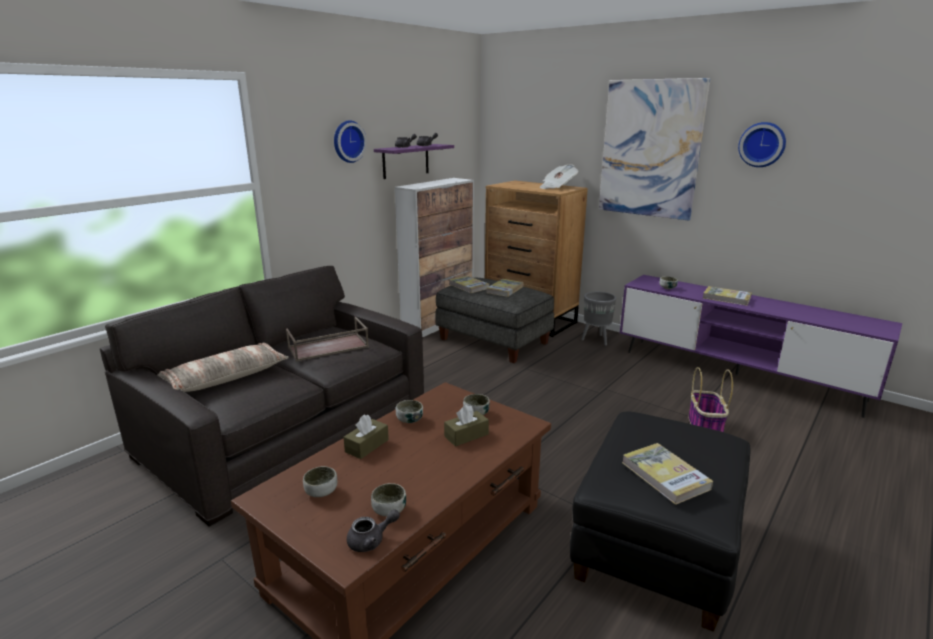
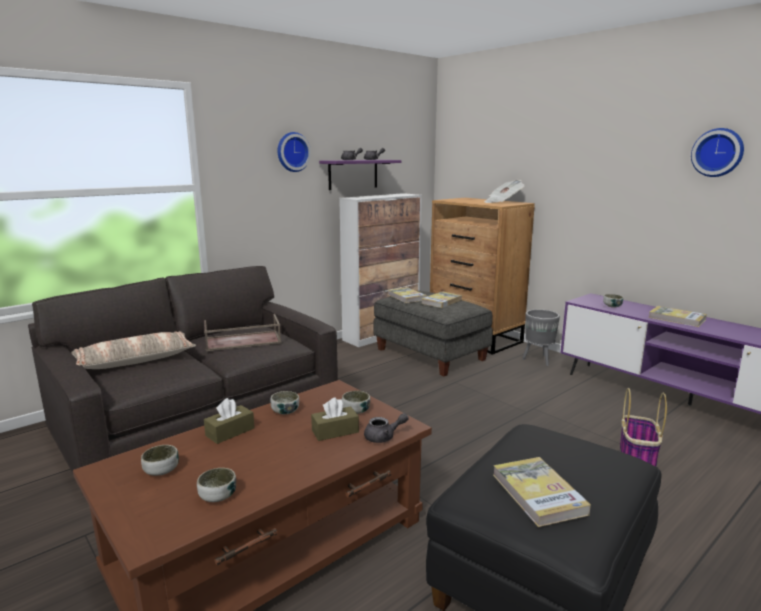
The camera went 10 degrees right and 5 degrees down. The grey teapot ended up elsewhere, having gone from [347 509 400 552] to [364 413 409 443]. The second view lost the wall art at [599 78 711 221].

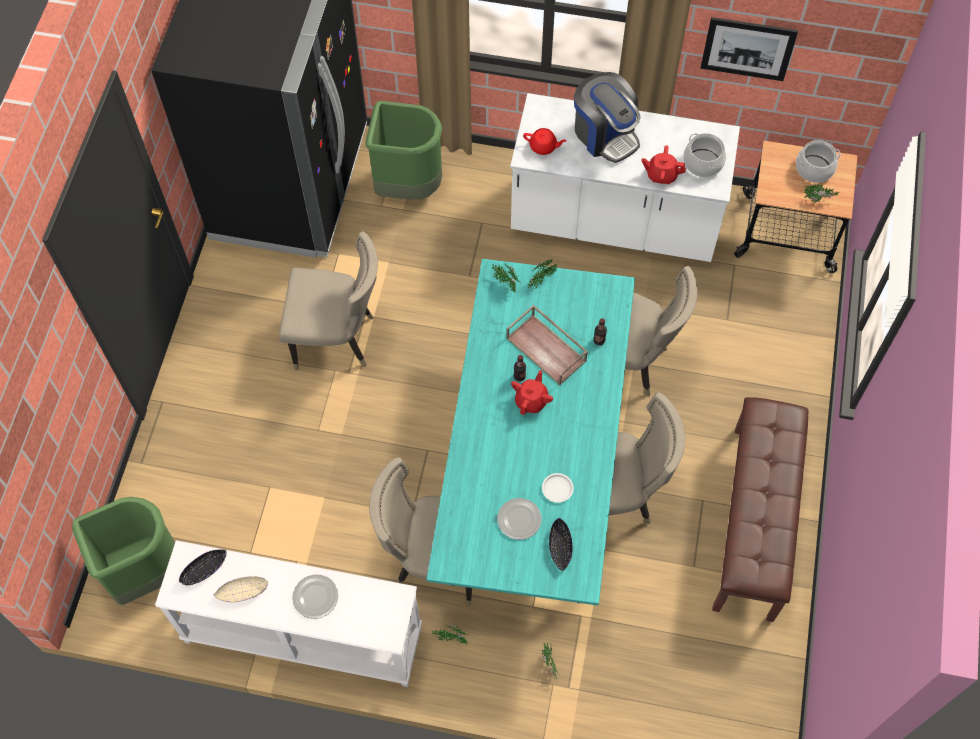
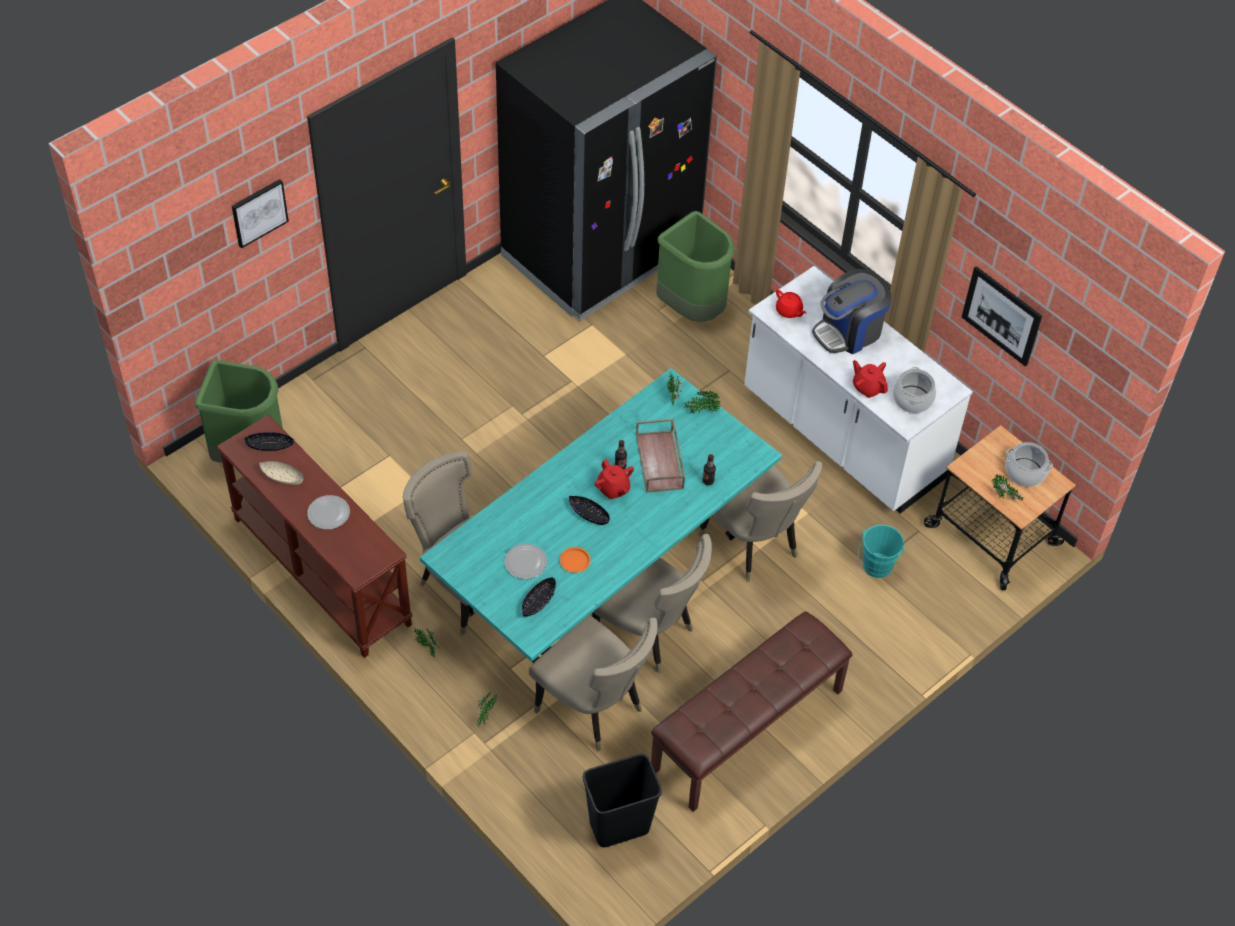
The camera went 35 degrees right and 10 degrees down. What was the whitish narrow table at [155 540 422 687] turned into the brown-coloured narrow table at [217 415 413 658]. The sand-coloured upright chair ended up elsewhere, having gone from [279 231 378 371] to [529 615 658 751]. The red teapot at [511 370 553 415] ended up facing another way, 90 degrees clockwise from before. What was the whitish plate at [542 473 574 503] turned into the orange-coloured plate at [560 547 591 573]. The coffee machine at [574 72 641 163] ended up facing another way, 60 degrees clockwise from before. The second view gained the wall art at [232 179 289 248]. The second view gained the black bowl at [569 496 610 525]. The second view gained the black waste bin at [583 754 662 847]. The second view gained the blue-green bucket at [858 525 906 578].

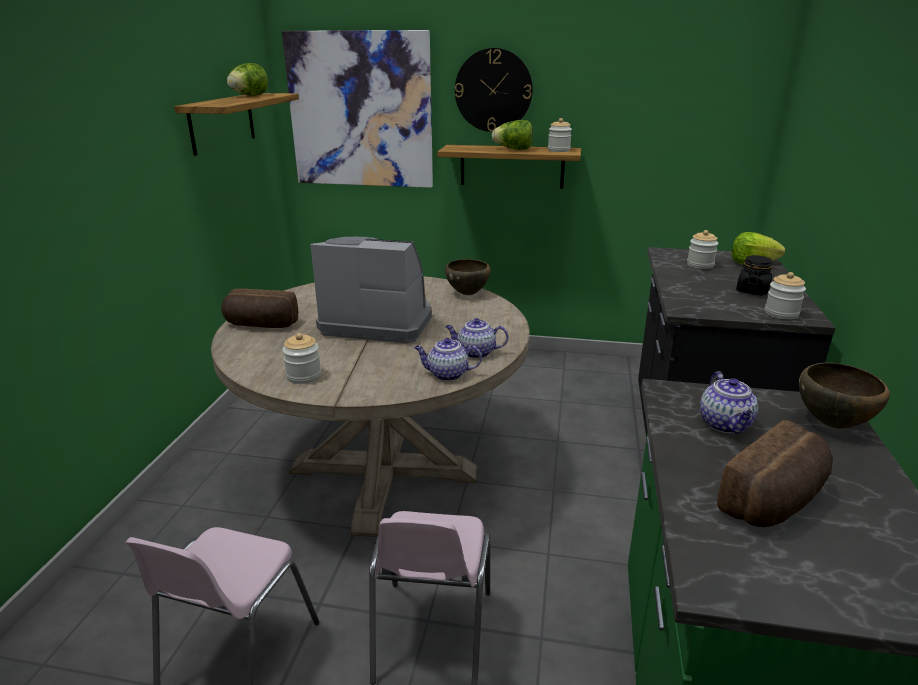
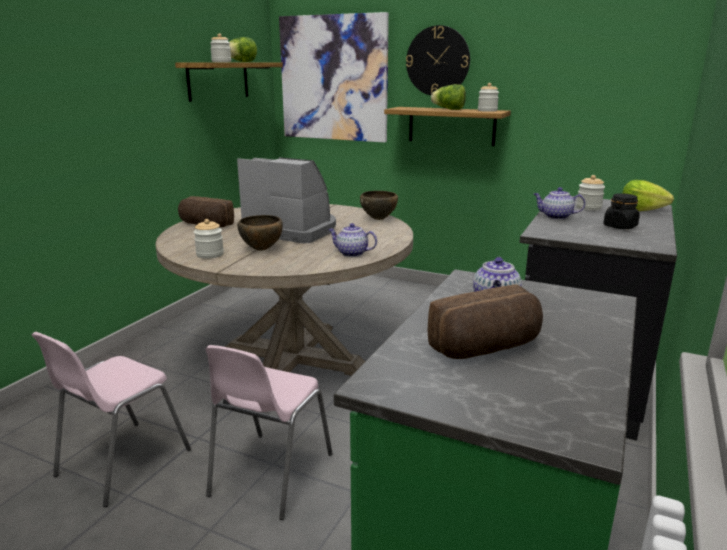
The camera went 15 degrees right and 5 degrees down. The teapot ended up elsewhere, having gone from [414 338 482 381] to [534 187 585 219]. The storage jar ended up elsewhere, having gone from [765 272 806 319] to [210 33 231 62]. The brown-coloured bowl ended up elsewhere, having gone from [799 362 890 429] to [237 215 283 251].

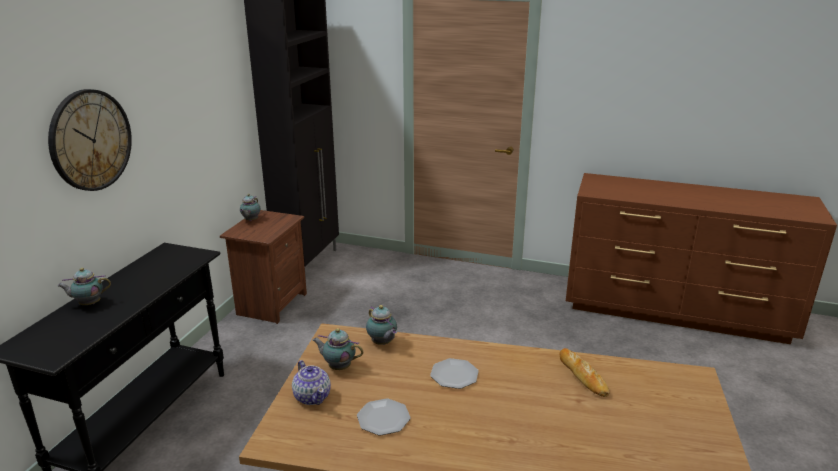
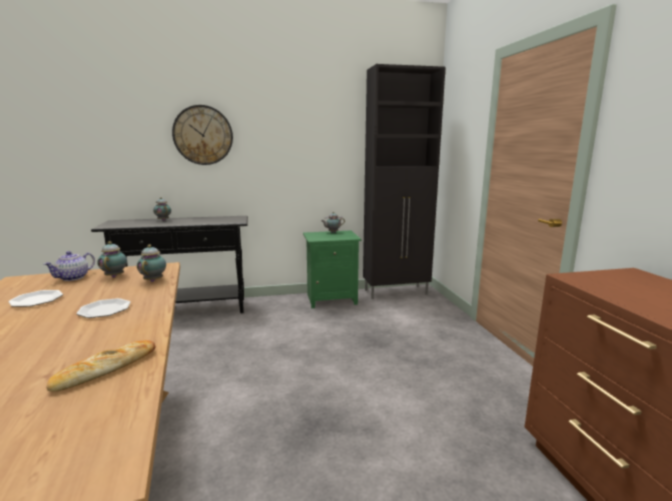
The camera went 60 degrees right and 10 degrees down. What was the brown-coloured bedside table at [220 210 307 324] turned into the green bedside table at [303 231 362 308]. The teapot at [366 305 397 345] ended up facing another way, 150 degrees clockwise from before.

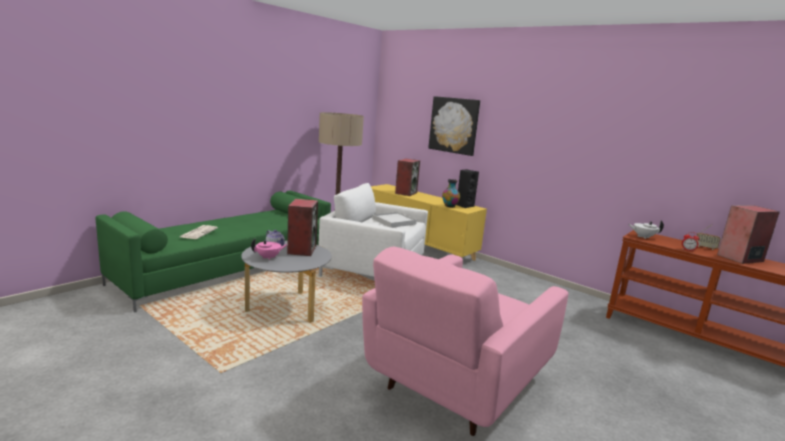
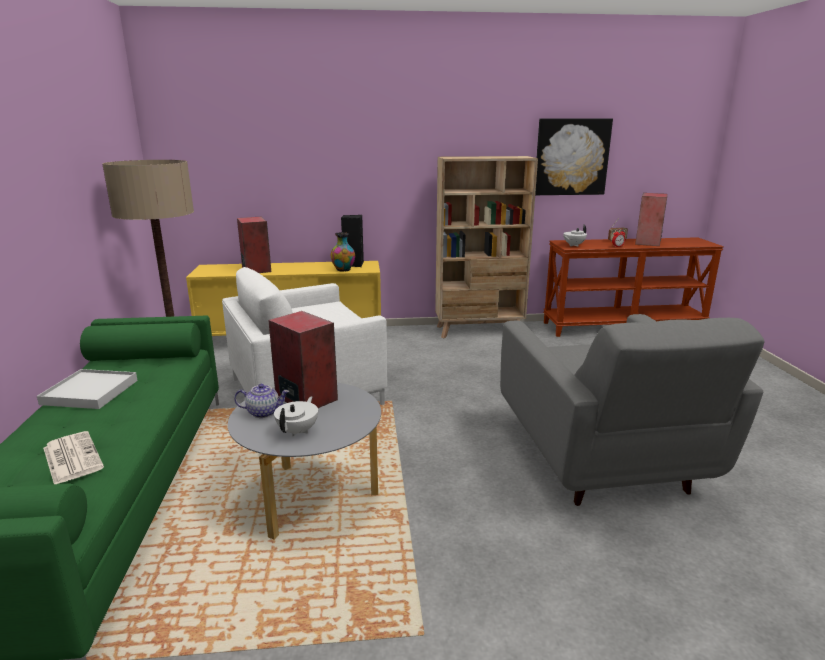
The camera went 45 degrees left and 5 degrees up. What was the pink teapot at [251 239 288 260] turned into the whitish teapot at [274 396 318 436]. What was the pink easy chair at [362 247 569 436] turned into the grey easy chair at [500 314 764 506]. The whitish tray ended up elsewhere, having gone from [373 212 417 228] to [37 369 138 409]. The wall art ended up elsewhere, having gone from [428 96 480 156] to [535 119 613 195]. The second view gained the sand-coloured bookshelf at [435 156 538 338].

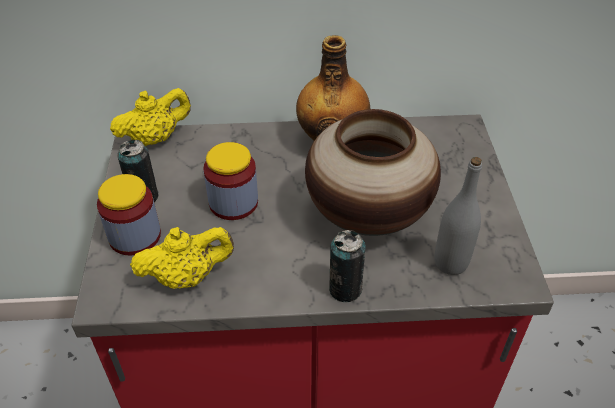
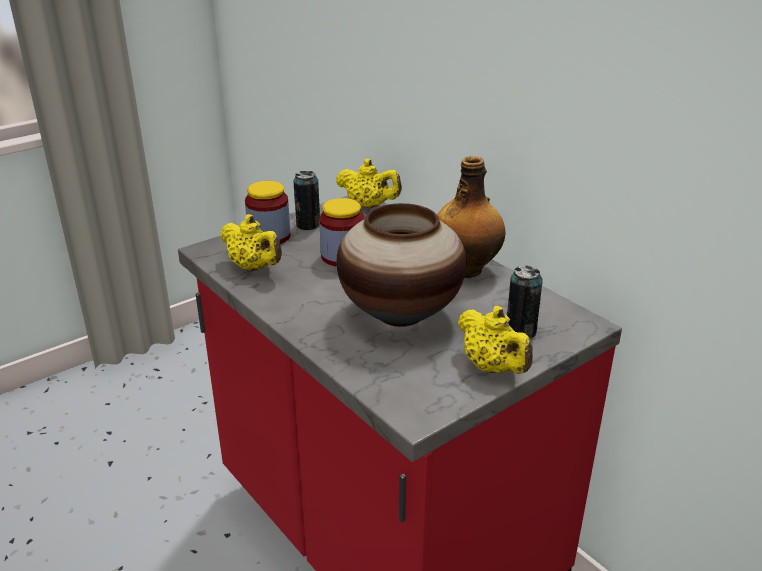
The camera went 55 degrees right and 15 degrees down. The metal can ended up elsewhere, having gone from [329 230 366 302] to [507 266 543 338]. The second view lost the grey bottle at [434 157 482 275]. The second view gained the yellowish teapot at [458 306 533 374].

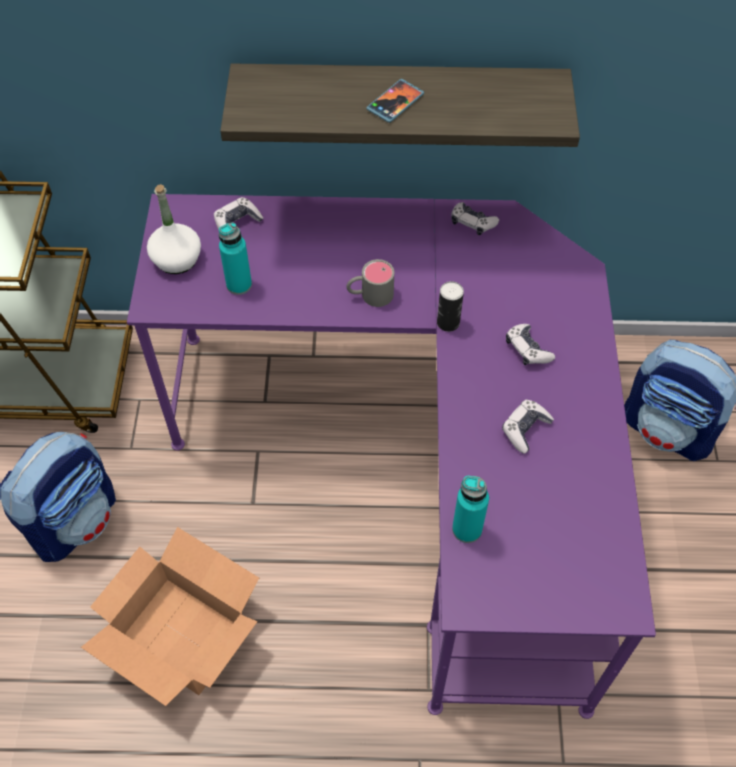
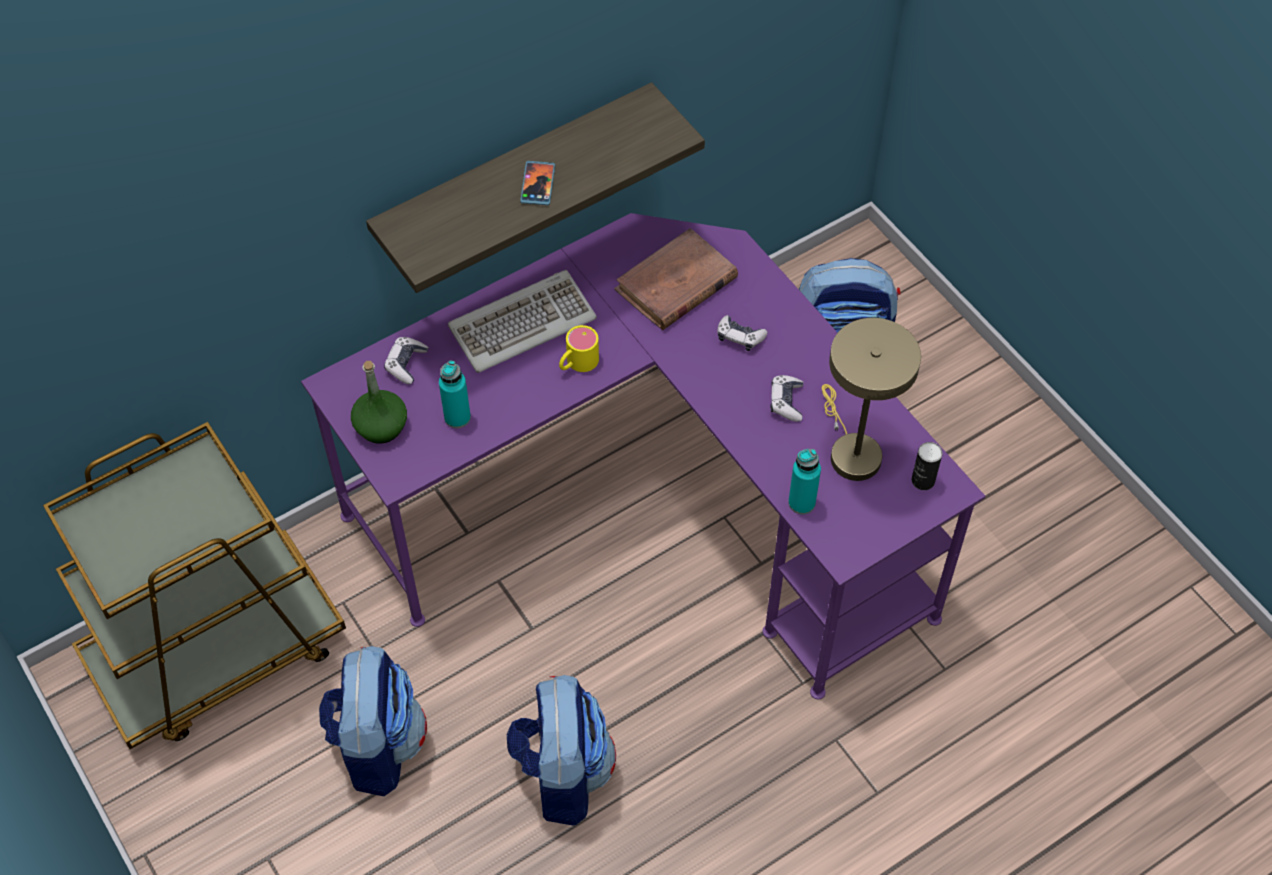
The camera went 35 degrees left and 0 degrees up. Where the cardboard box stood at [81 527 259 706], the rucksack came to stand at [507 675 616 826]. What was the whitish bottle at [147 184 201 274] turned into the green bottle at [351 361 407 444]. What was the grey mug at [346 259 394 307] turned into the yellowish mug at [559 325 599 372]. The metal can ended up elsewhere, having gone from [437 281 464 332] to [912 442 942 490]. The second view lost the gamepad at [451 202 499 235]. The second view gained the computer keyboard at [448 270 597 373]. The second view gained the brown-coloured book at [614 228 738 330]. The second view gained the sand-coloured lamp for a table at [822 318 921 481].

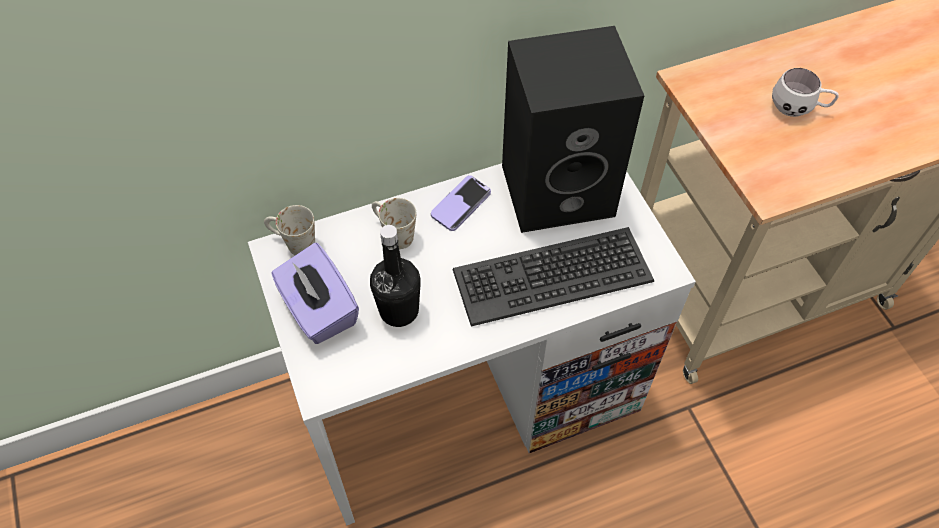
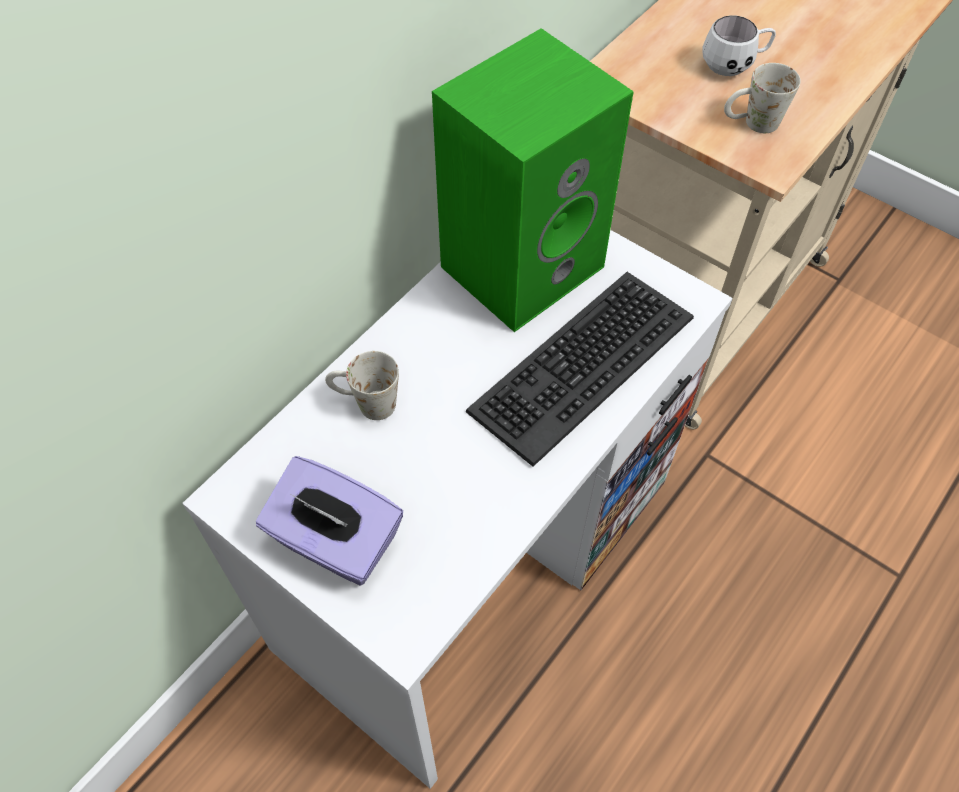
The camera went 30 degrees left and 0 degrees up. The whitish mug ended up elsewhere, having gone from [264 205 315 255] to [724 63 801 133]. The second view lost the black bottle at [370 225 421 327]. The second view lost the handset at [431 175 491 231]. What was the black speaker at [502 26 644 233] turned into the green speaker at [432 28 634 332].

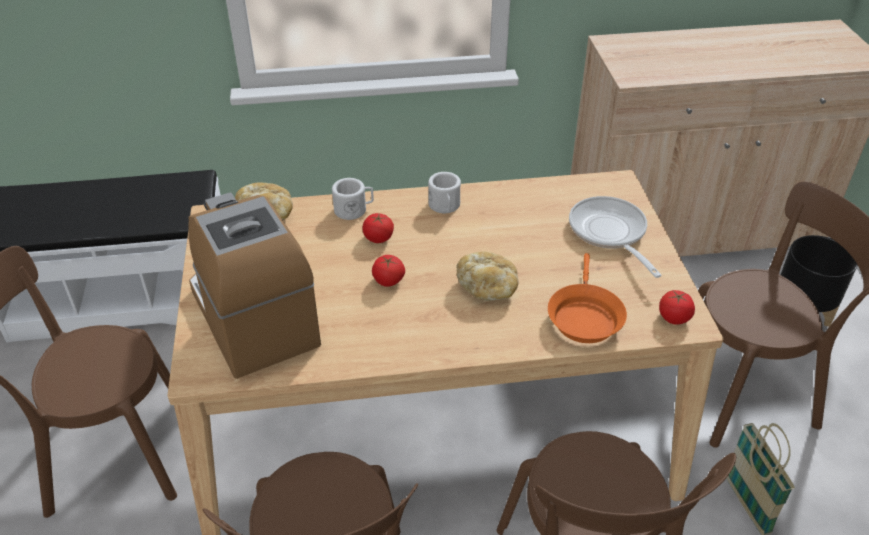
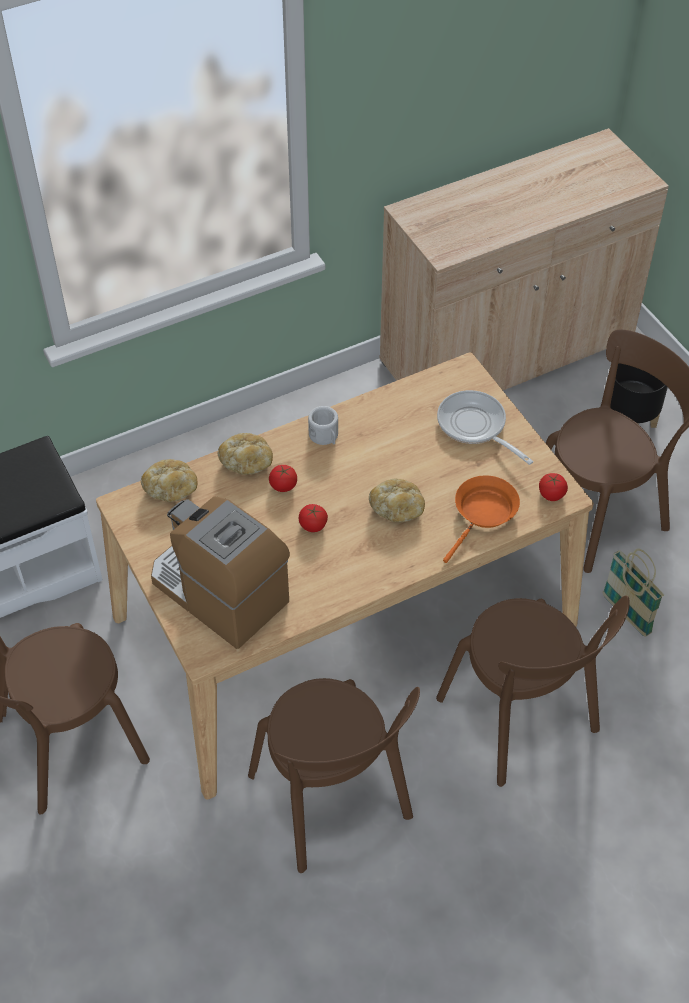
The camera went 20 degrees left and 10 degrees up. Where the whitish mug stood at [332 178 374 220], the baked bread came to stand at [218 433 273 475]. The orange-coloured pan at [548 253 627 343] ended up facing another way, 135 degrees counterclockwise from before.

